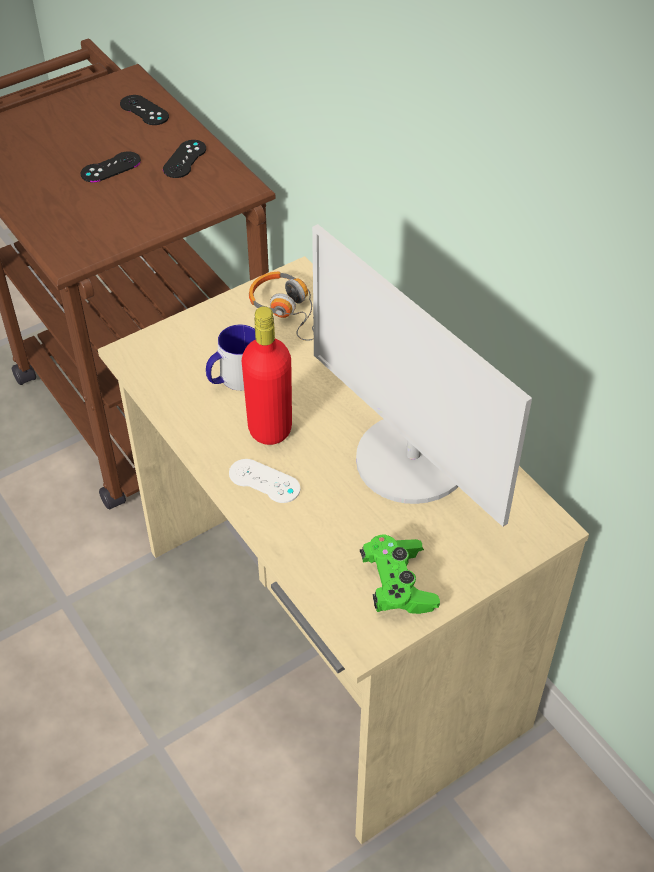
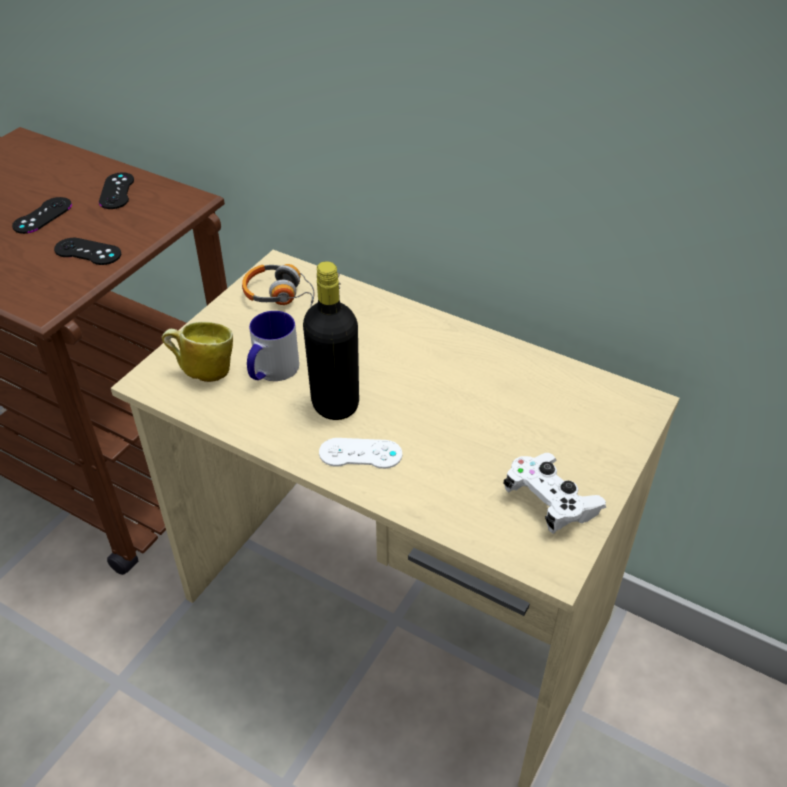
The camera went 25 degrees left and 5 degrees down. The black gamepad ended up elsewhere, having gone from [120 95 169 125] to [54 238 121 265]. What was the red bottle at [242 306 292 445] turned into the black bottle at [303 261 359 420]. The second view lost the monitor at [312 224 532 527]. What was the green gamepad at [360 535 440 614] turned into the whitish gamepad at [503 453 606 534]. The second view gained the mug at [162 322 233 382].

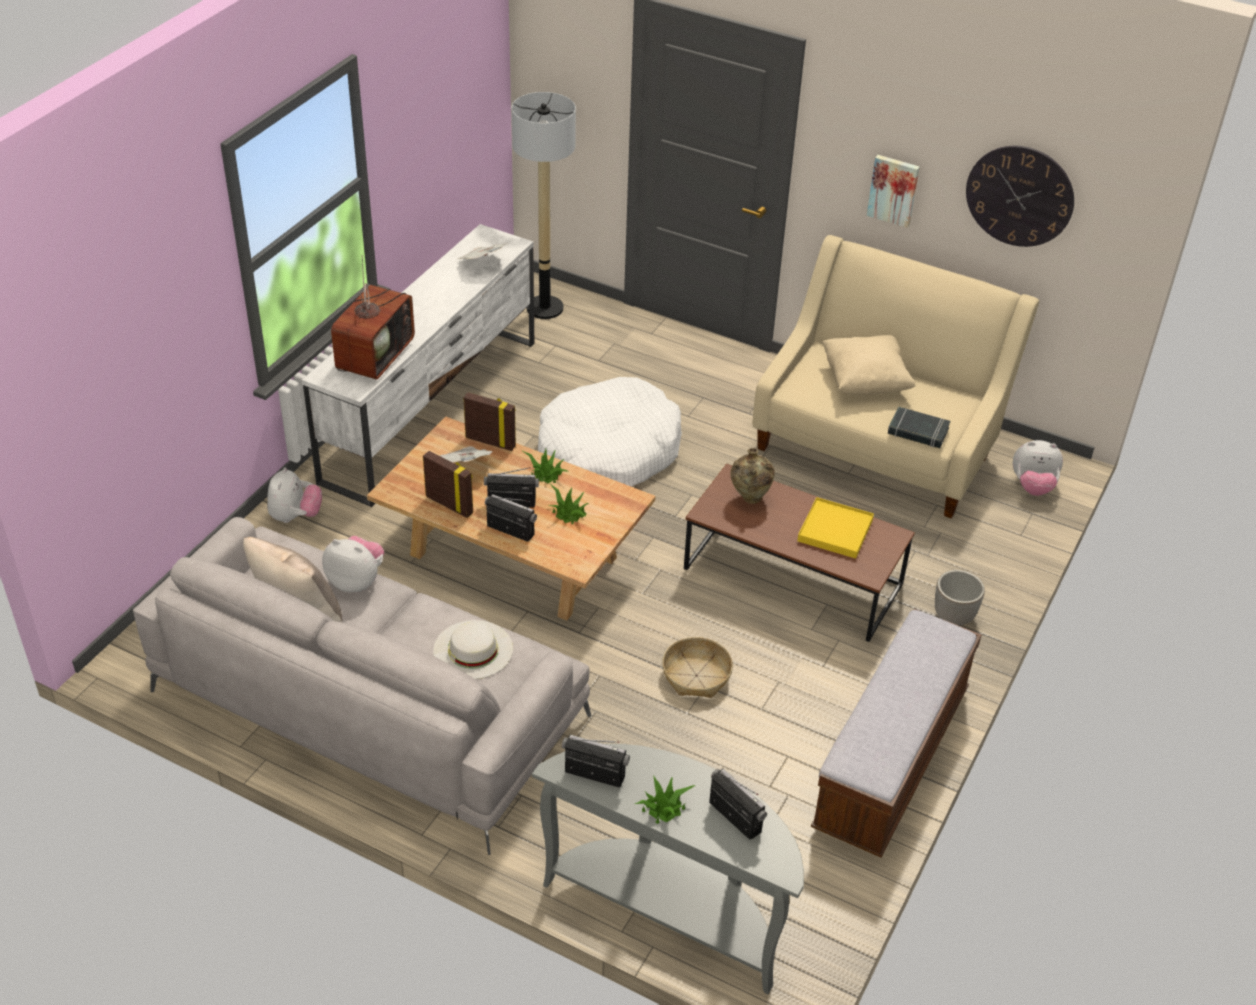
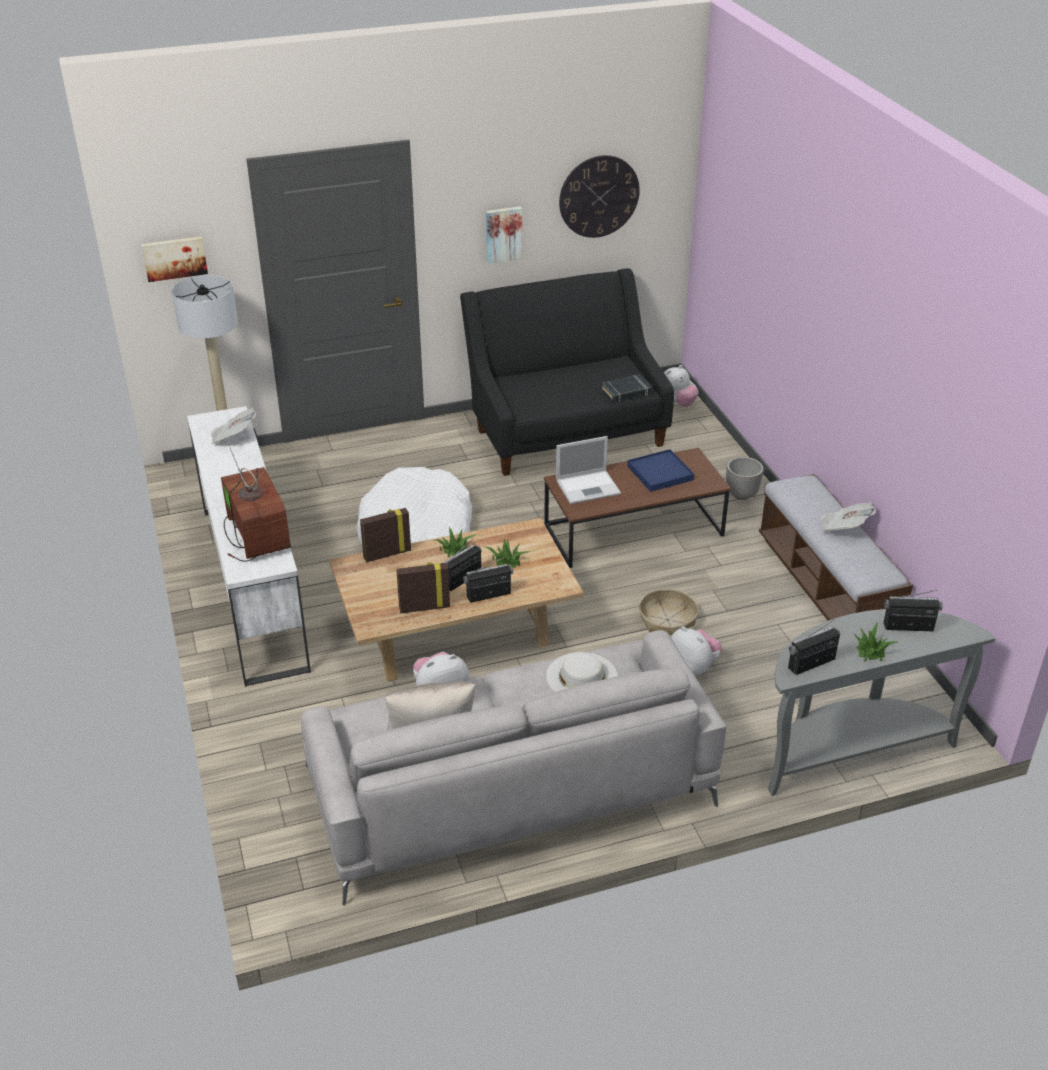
The camera went 45 degrees left and 5 degrees down. The soft toy ended up elsewhere, having gone from [267 468 322 523] to [671 626 722 676]. The newspaper ended up elsewhere, having gone from [439 446 493 463] to [821 503 876 531]. Where the sand-coloured flower vase stood at [731 448 775 504], the notebook computer came to stand at [556 436 621 504]. What was the sand-coloured settee at [752 235 1039 518] turned into the black settee at [460 268 674 476]. What was the yellowish tray at [797 497 874 559] turned into the bluish tray at [627 449 694 492]. The second view lost the sand-coloured cushion at [822 335 916 395]. The second view gained the wall art at [141 236 208 282].

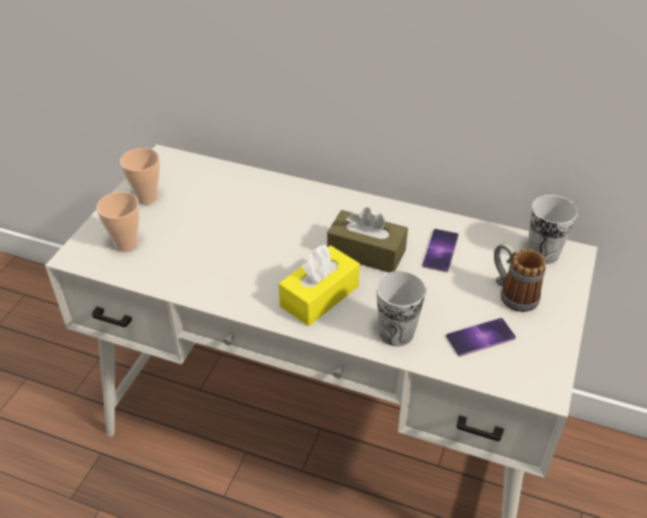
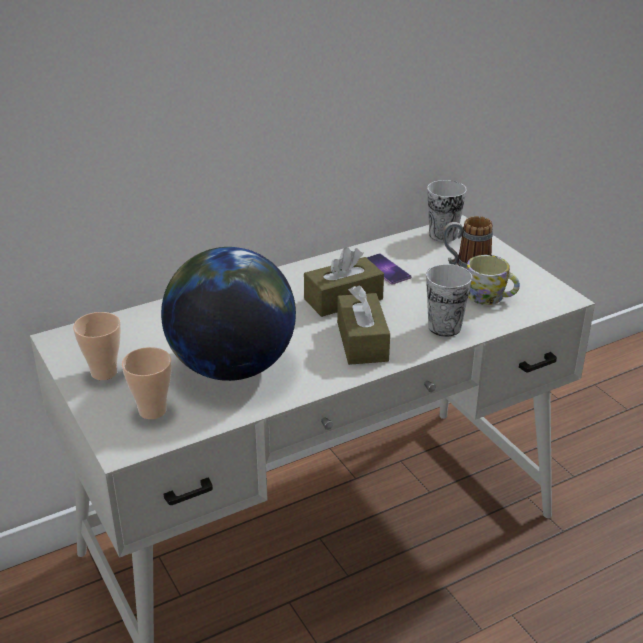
The camera went 50 degrees left and 10 degrees down. What was the yellowish tissue box at [279 244 360 326] turned into the brown-coloured tissue box at [337 285 390 365]. Where the handset stood at [446 318 516 356], the mug came to stand at [467 255 520 305]. The second view gained the world globe at [161 247 296 381].

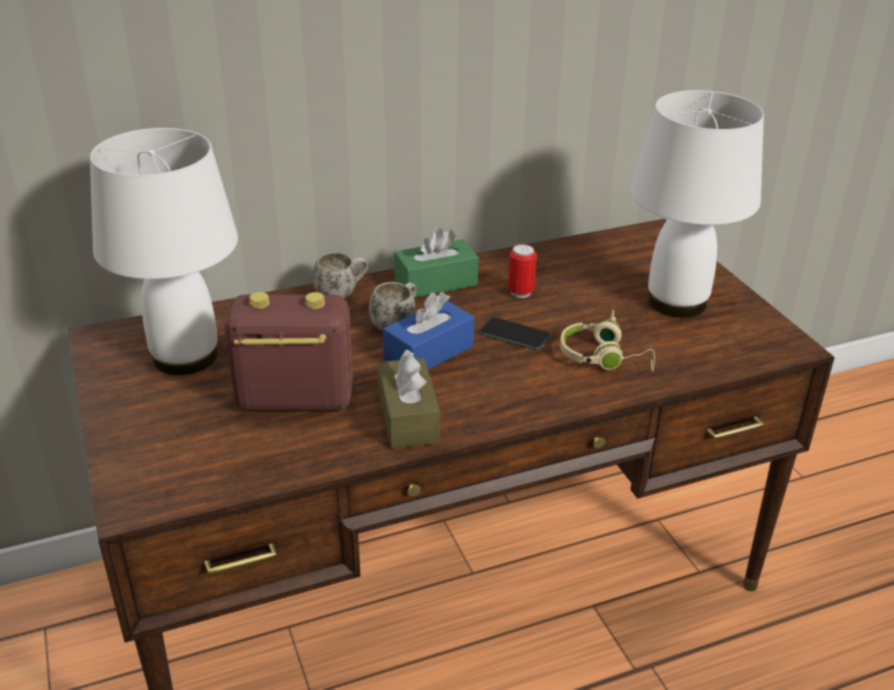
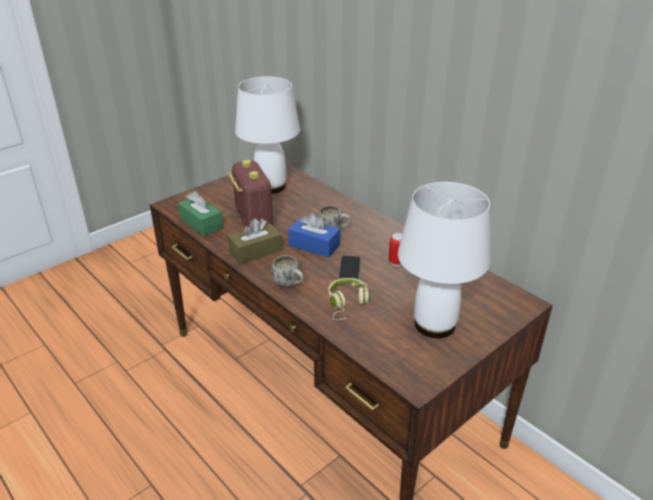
The camera went 70 degrees right and 0 degrees up. The whitish mug ended up elsewhere, having gone from [313 252 369 299] to [272 255 304 287]. The green tissue box ended up elsewhere, having gone from [394 227 479 298] to [178 191 223 236].

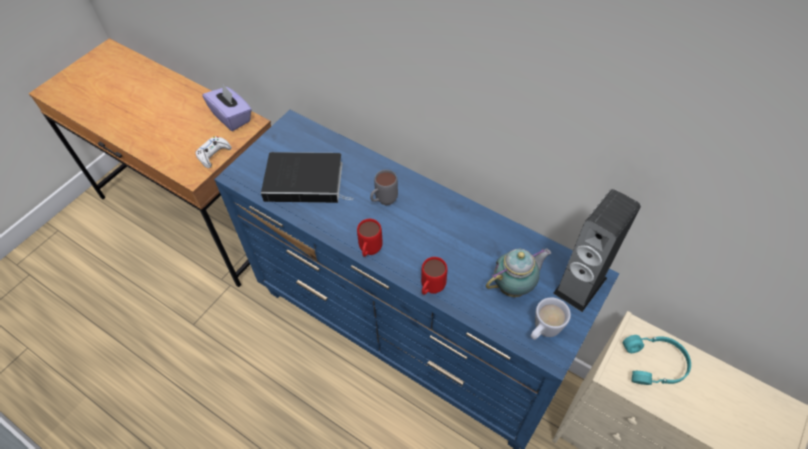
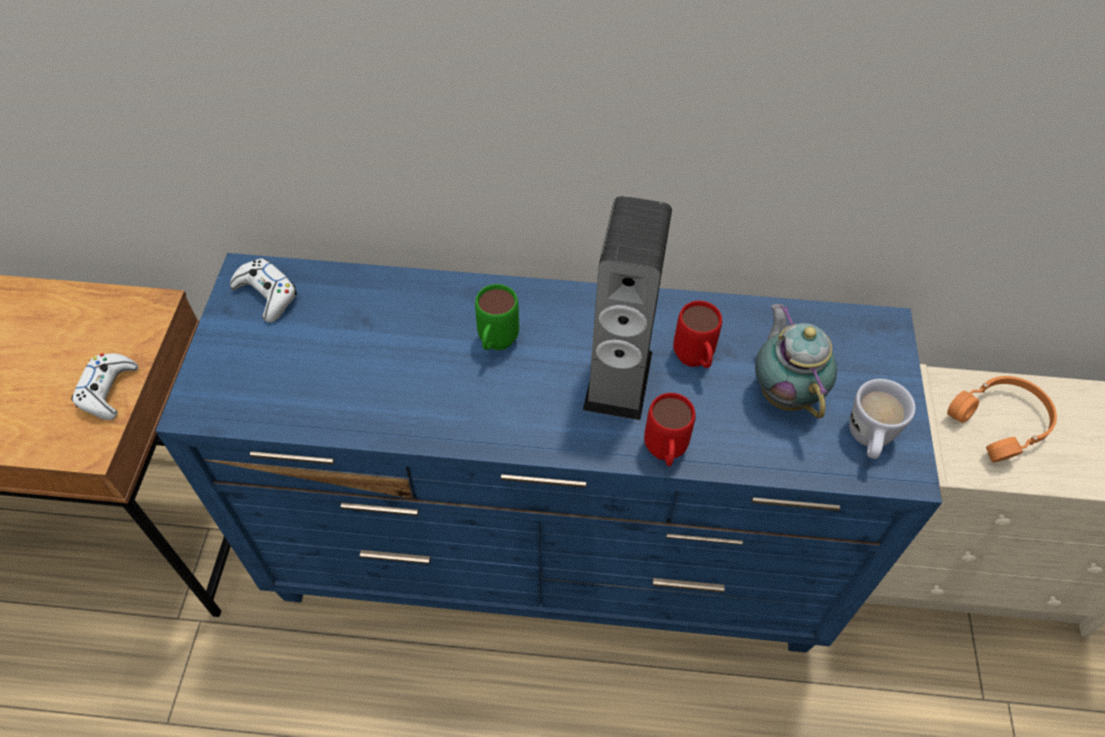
The camera went 30 degrees left and 0 degrees up. The second view lost the purple tissue box at [202 85 252 131]. The second view lost the book at [261 152 353 203]. The red mug ended up elsewhere, having gone from [357 219 383 257] to [673 301 722 368]. What was the grey mug at [370 170 398 205] turned into the green mug at [475 284 519 350]. The teapot at [486 248 551 297] ended up facing another way, 45 degrees counterclockwise from before. The speaker ended up elsewhere, having gone from [553 189 641 312] to [583 196 672 420]. What was the blue-green headset at [623 335 691 385] turned into the orange-coloured headset at [947 376 1057 462]. The second view gained the whitish gamepad at [230 258 297 323].

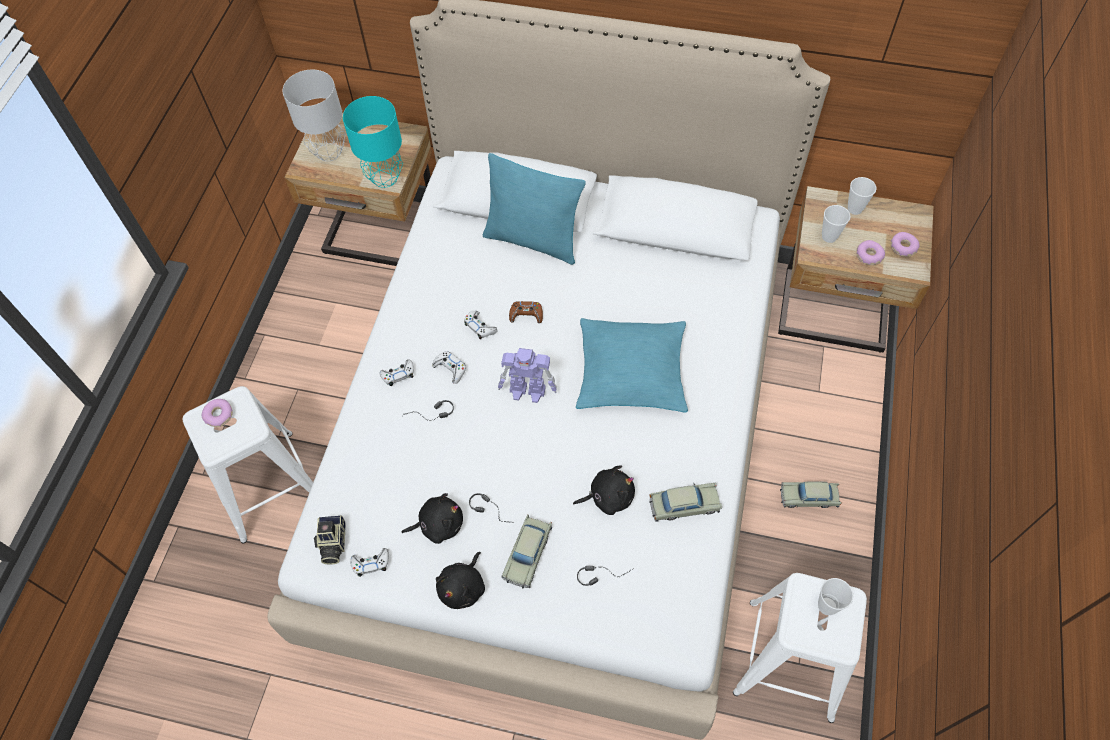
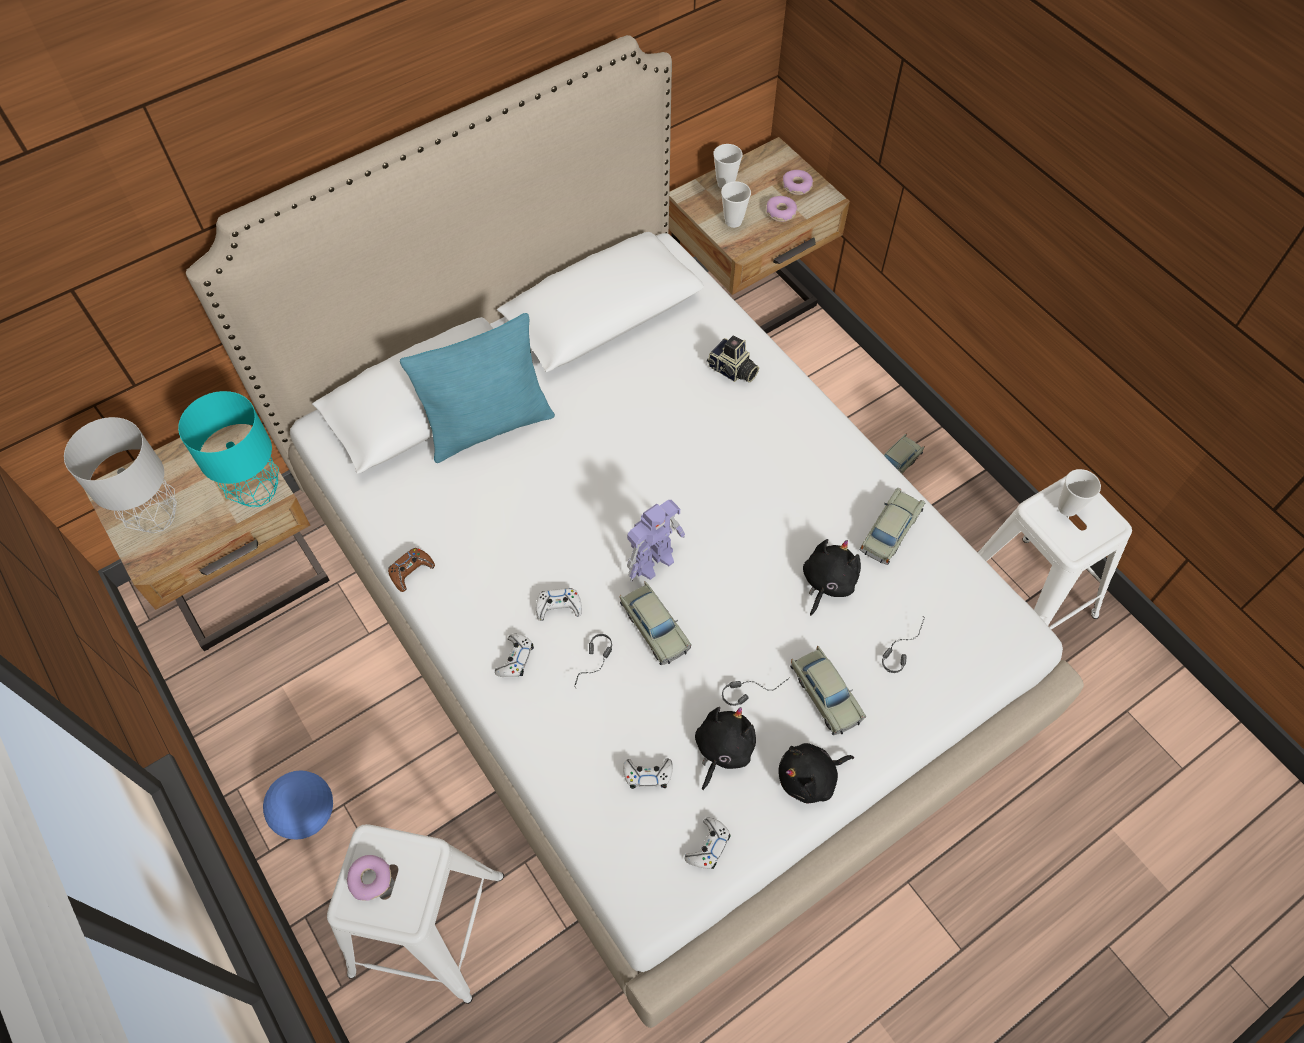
The camera went 50 degrees left and 0 degrees up. The still camera ended up elsewhere, having gone from [314 515 345 565] to [707 336 759 383]. The black soft toy at [436 552 485 609] ended up facing another way, 90 degrees clockwise from before. The whitish gamepad ended up elsewhere, having gone from [464 311 498 339] to [623 758 673 789]. The brown-coloured gamepad ended up elsewhere, having gone from [509 301 543 323] to [388 548 435 592]. The second view lost the blue-green cushion at [576 318 688 413]. The second view gained the football ball at [263 770 333 840]. The second view gained the sand-coloured miniature car at [620 581 692 665].

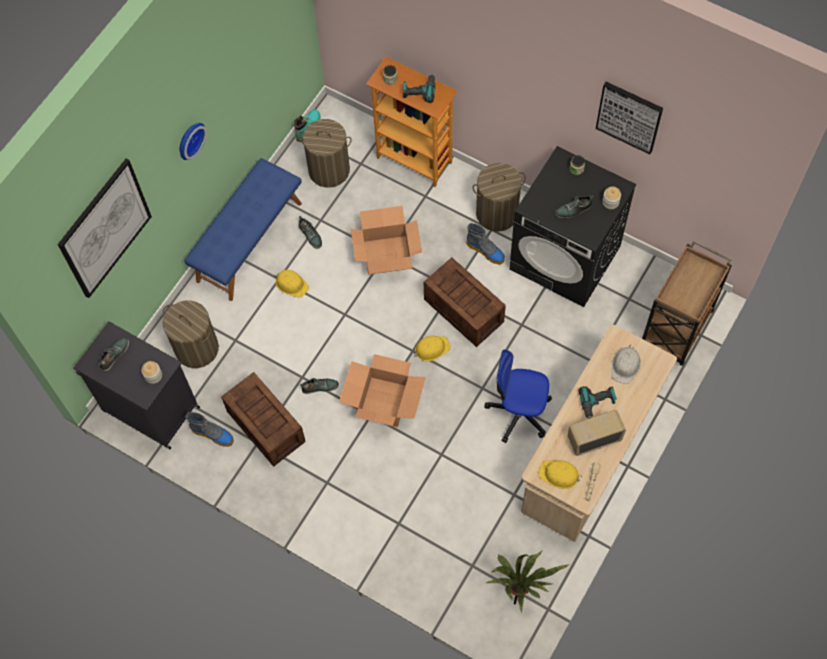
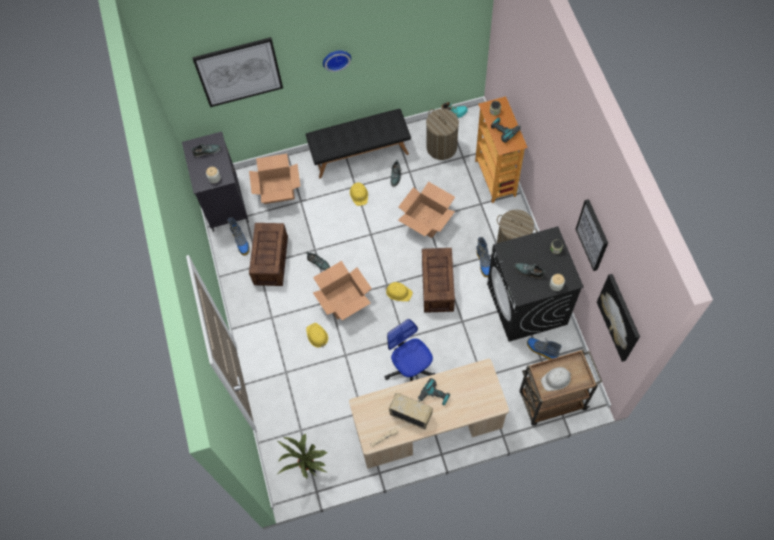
The camera went 45 degrees right and 0 degrees up. Where the laundry basket stood at [162 301 219 368], the cardboard box came to stand at [249 154 301 204]. What was the bluish long seat at [184 158 302 301] turned into the black long seat at [306 109 411 178]. The yellowish hard hat ended up elsewhere, having gone from [538 460 582 489] to [306 323 328 347]. The whitish hard hat ended up elsewhere, having gone from [612 345 641 384] to [541 367 571 391]. The second view gained the high-top boot at [527 338 562 360]. The second view gained the wall art at [597 274 640 362].

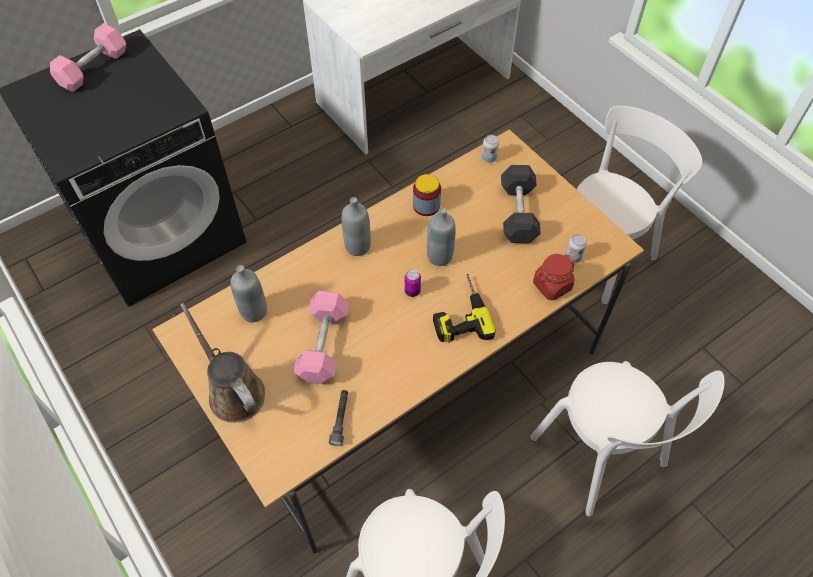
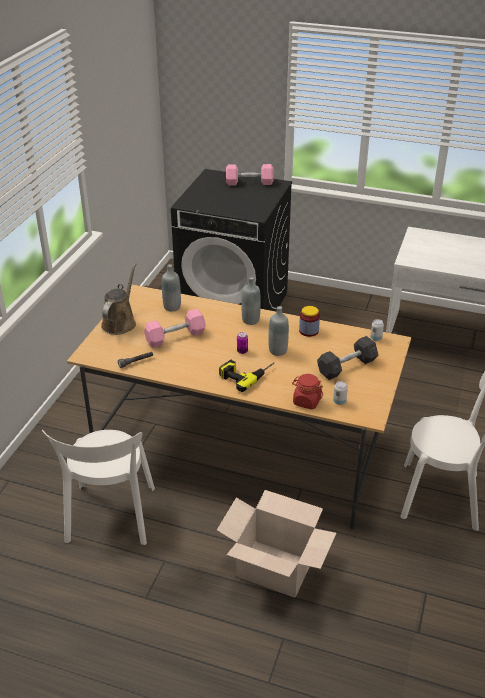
The camera went 55 degrees right and 20 degrees down. Where the whitish upright chair stood at [531 361 725 517], the cardboard box came to stand at [217 490 336 598].

